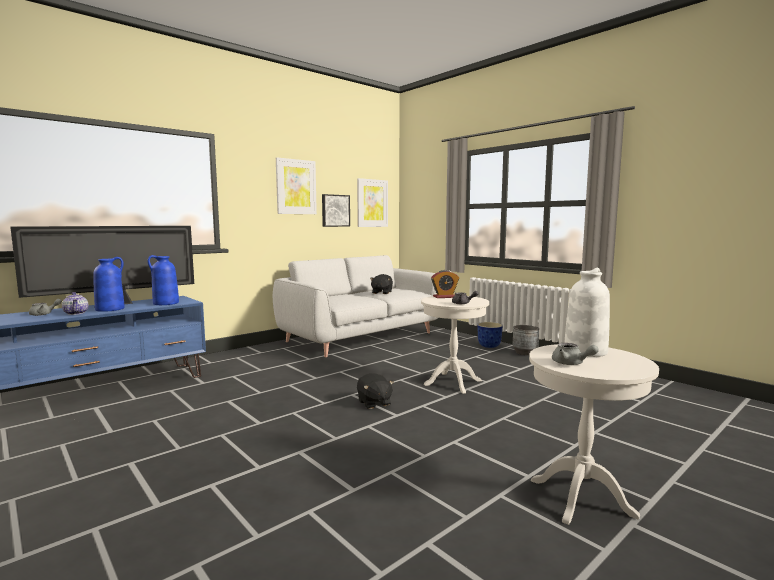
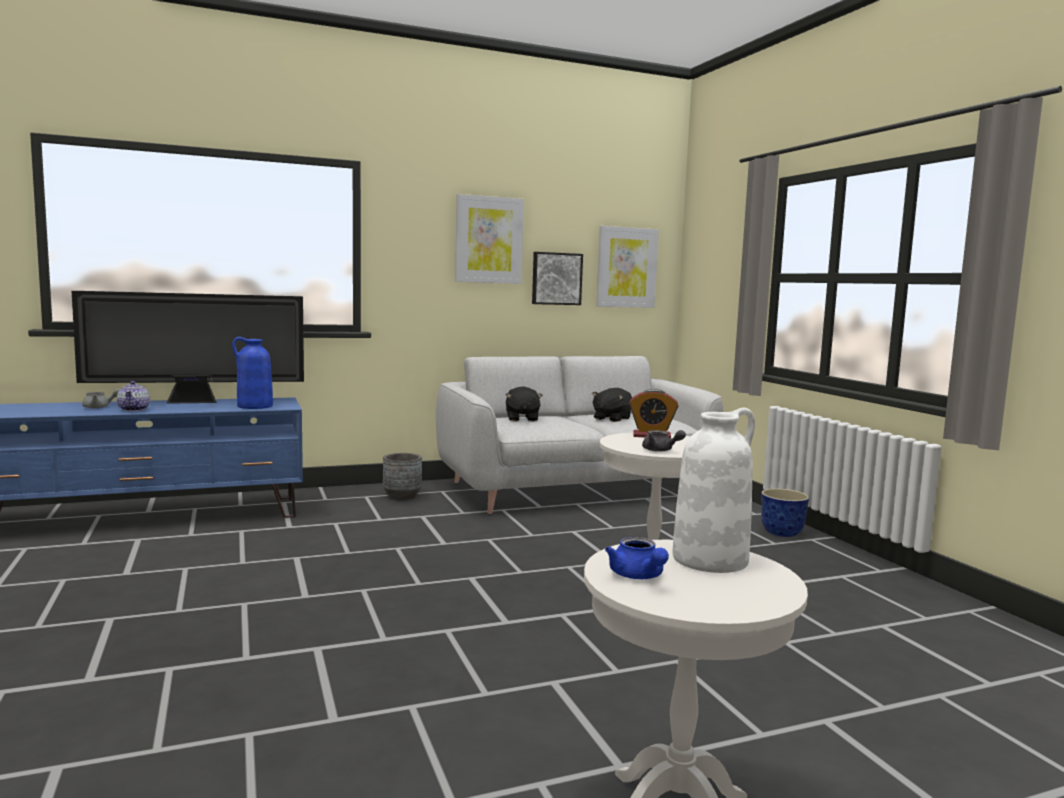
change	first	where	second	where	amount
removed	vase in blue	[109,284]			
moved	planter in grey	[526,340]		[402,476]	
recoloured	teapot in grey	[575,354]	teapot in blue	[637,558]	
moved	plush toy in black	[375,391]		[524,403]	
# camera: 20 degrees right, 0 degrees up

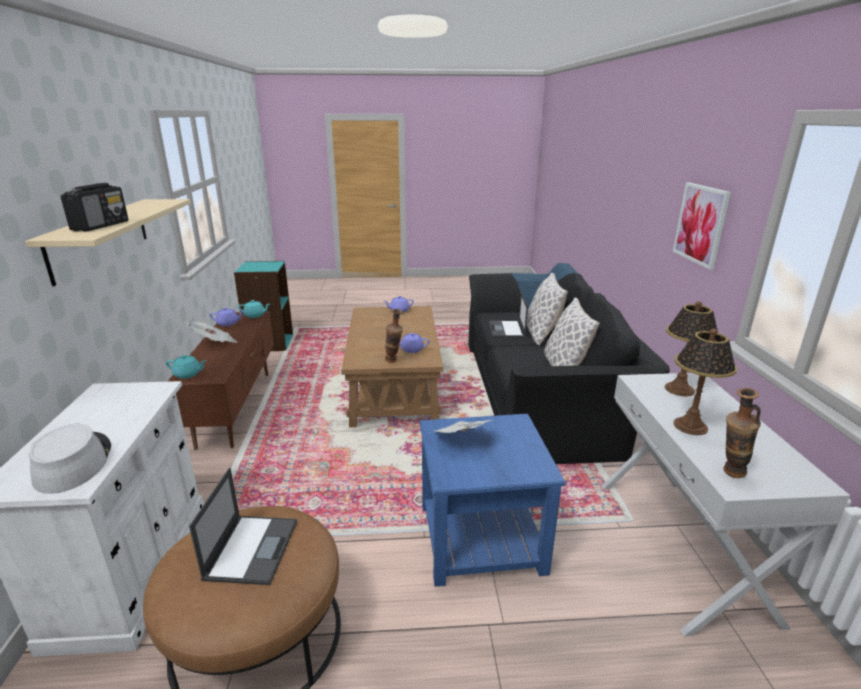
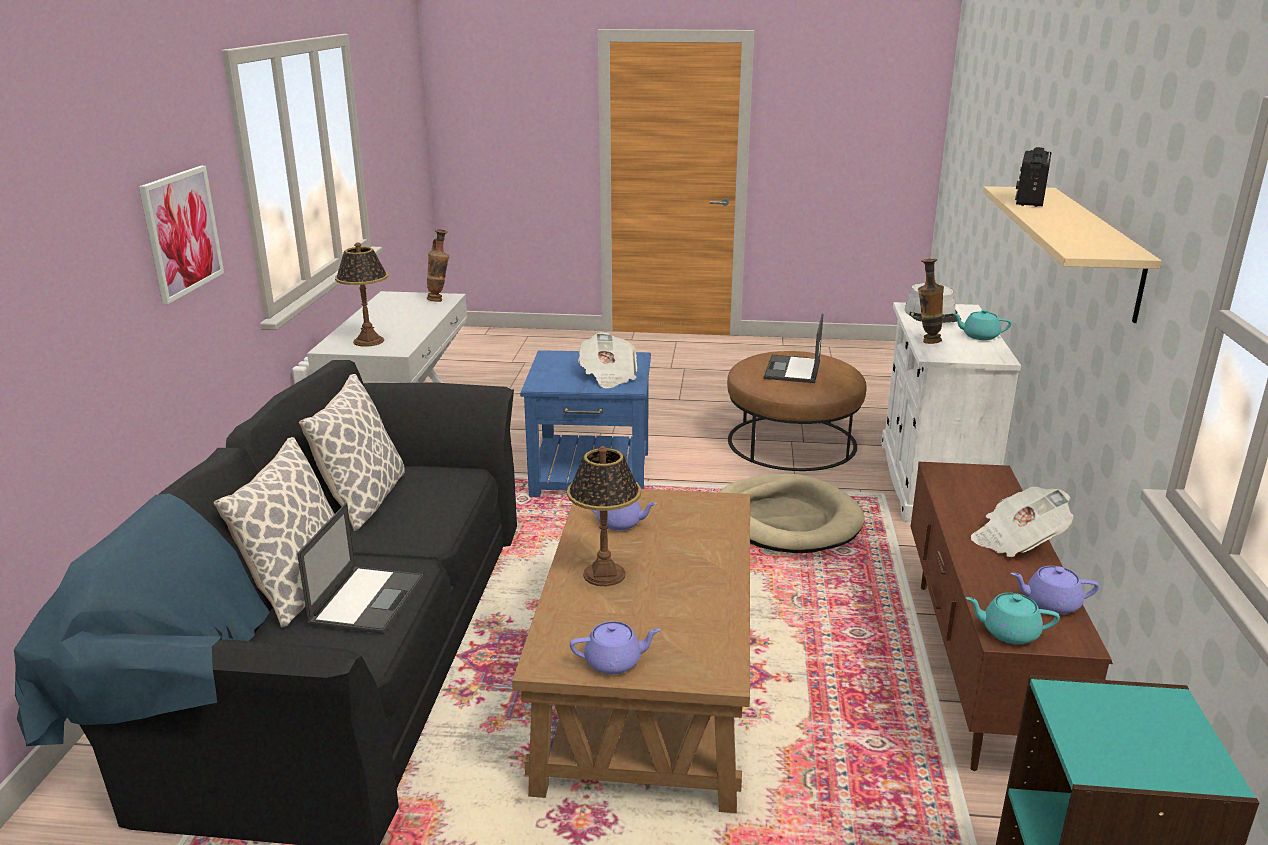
change	first	where	second	where	amount
moved	vase	[394,336]		[931,301]	
moved	table lamp	[705,382]		[604,516]	
moved	teapot in turquoise	[186,367]		[982,324]	
added			dog bed in beige	[791,513]	
# camera: 170 degrees left, 0 degrees up

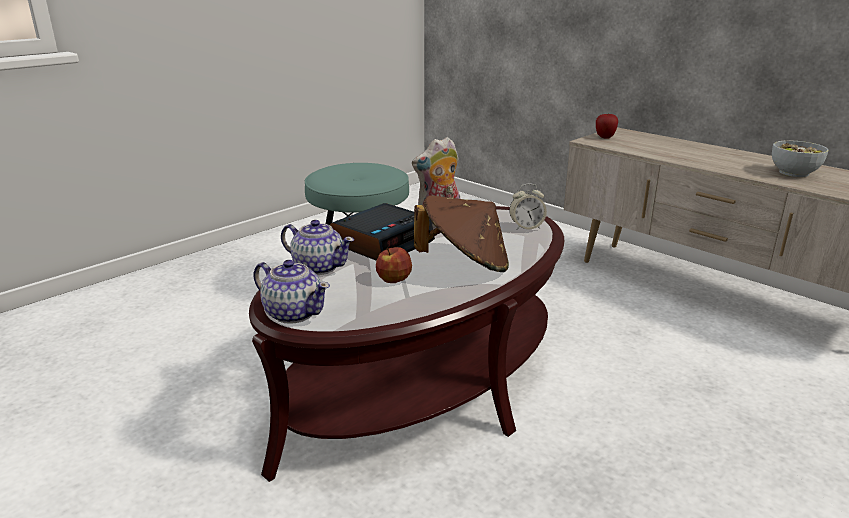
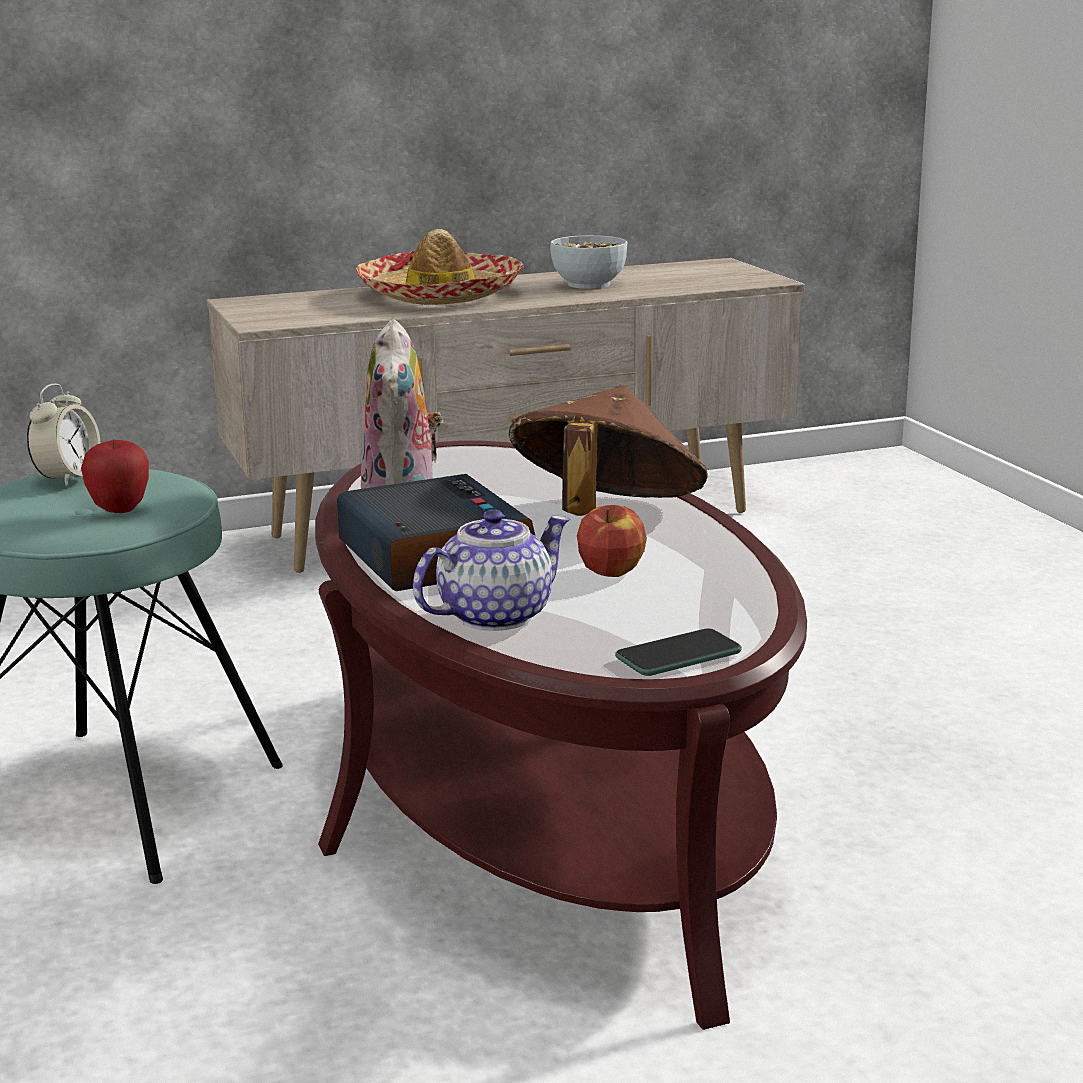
change	first	where	second	where	amount
moved	apple	[607,126]		[115,476]	
moved	alarm clock	[528,206]		[63,435]	
replaced	teapot	[291,292]	phone	[678,652]	
added			hat	[440,267]	
# camera: 65 degrees left, 5 degrees down

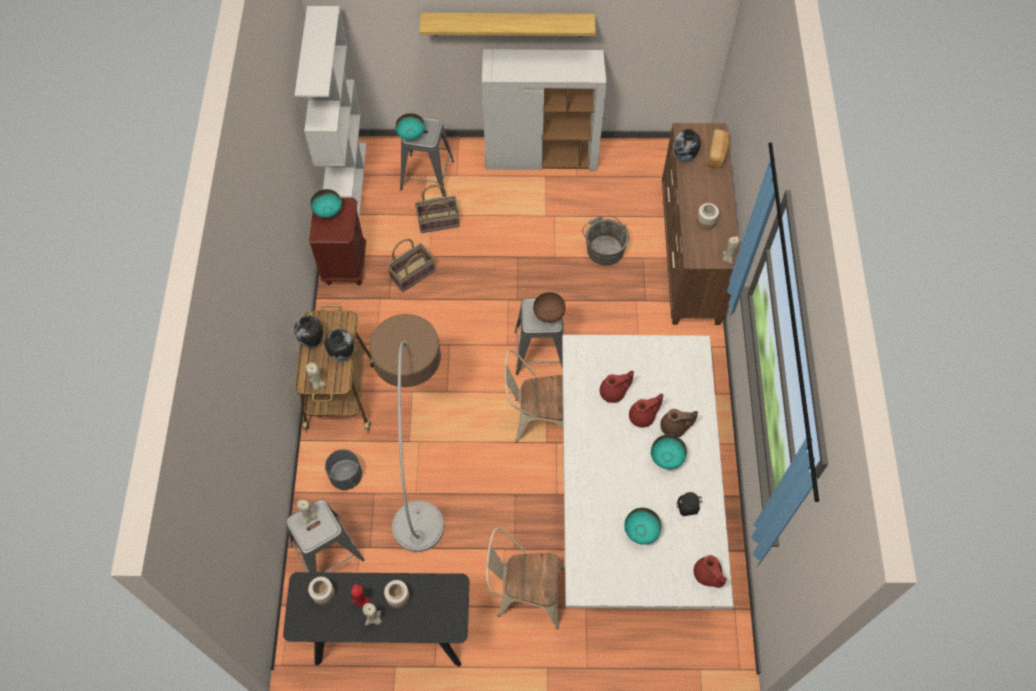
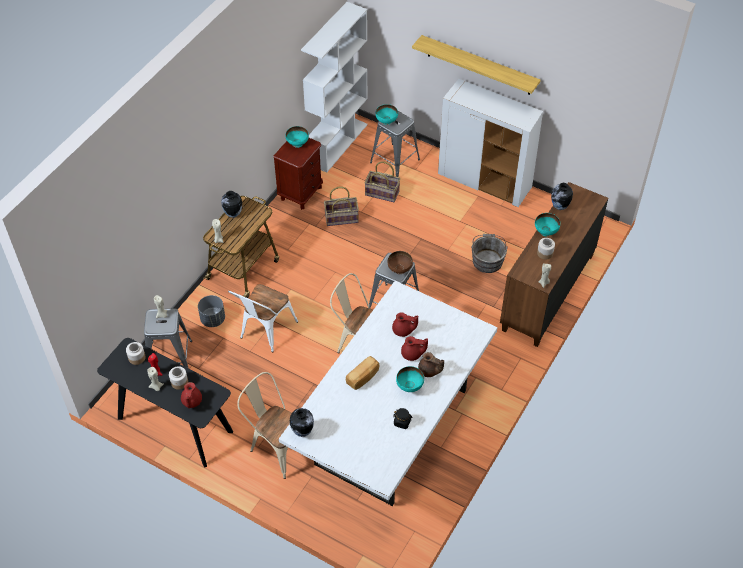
change	first	where	second	where	amount
moved	bread	[718,149]		[363,373]	
replaced	floor lamp	[406,433]	chair in white	[263,318]	
moved	vase	[339,345]		[302,422]	
moved	bowl in turquoise	[643,526]		[547,224]	
moved	teapot in red	[710,571]		[191,395]	
# camera: 30 degrees right, 10 degrees down

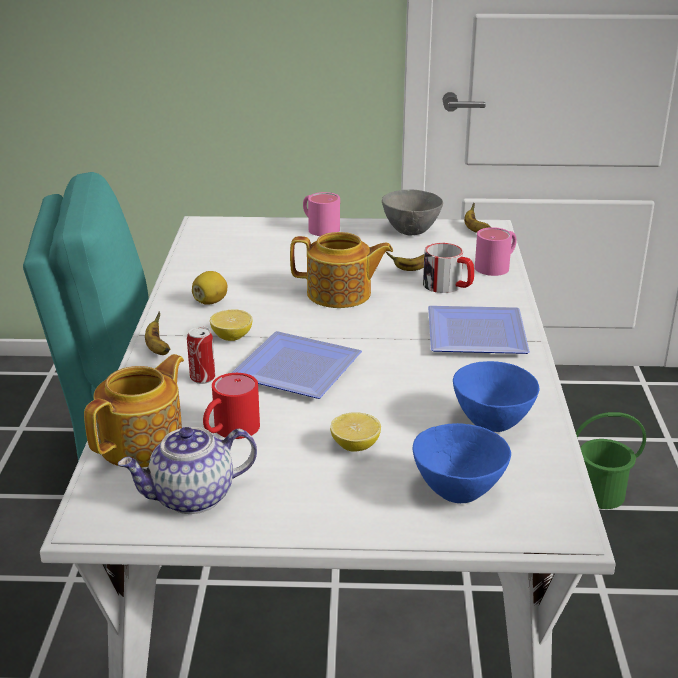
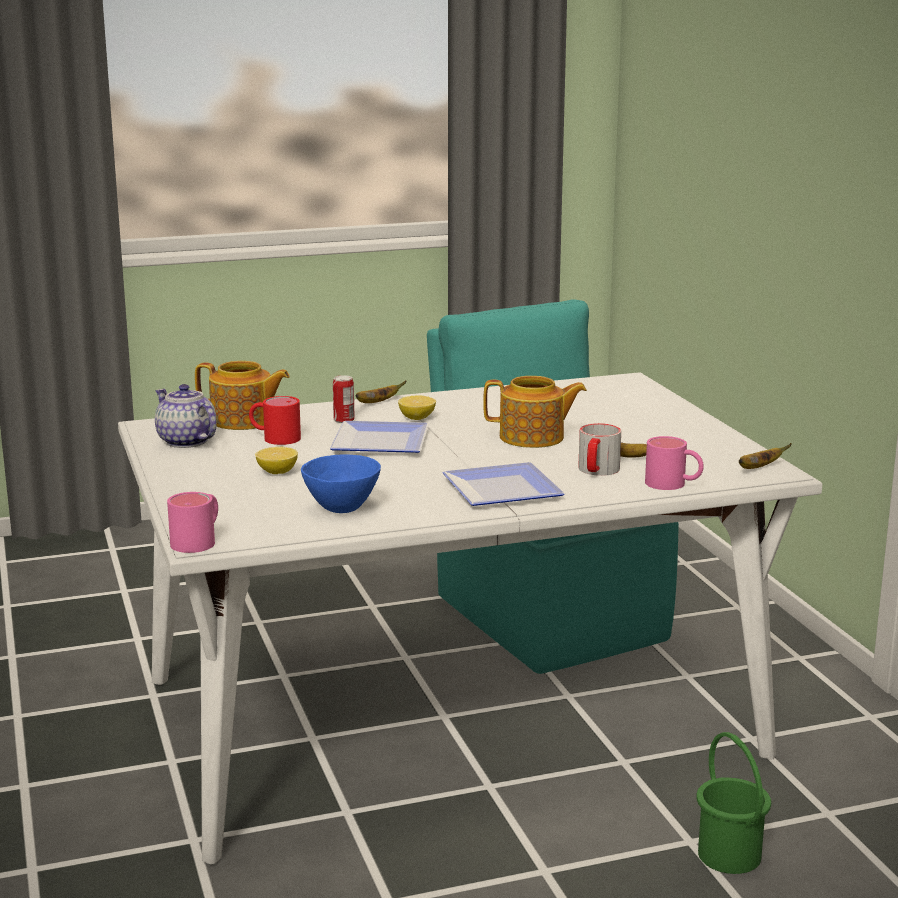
change	first	where	second	where	amount
removed	bowl in grey	[412,212]			
moved	mug in pink	[321,214]		[192,522]	
turned	teapot	[341,270]		[535,412]	75 degrees counterclockwise
removed	lemon	[209,288]			
removed	bowl in blue	[462,463]			
# camera: 70 degrees right, 10 degrees down

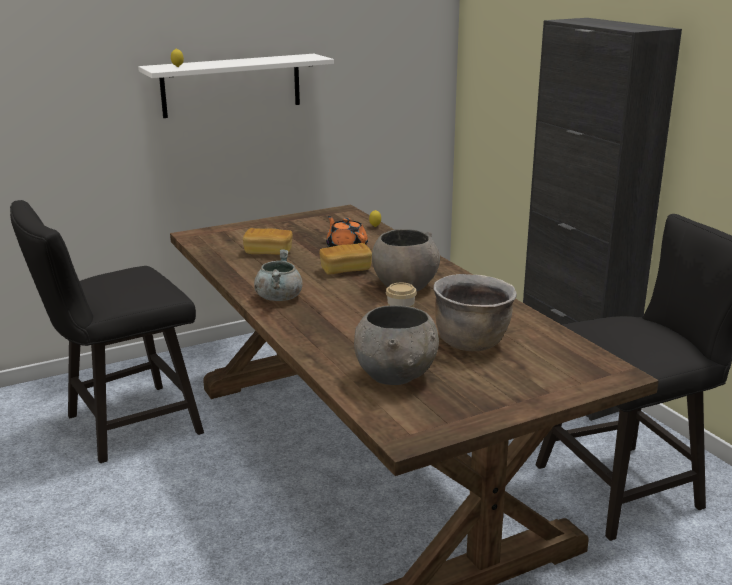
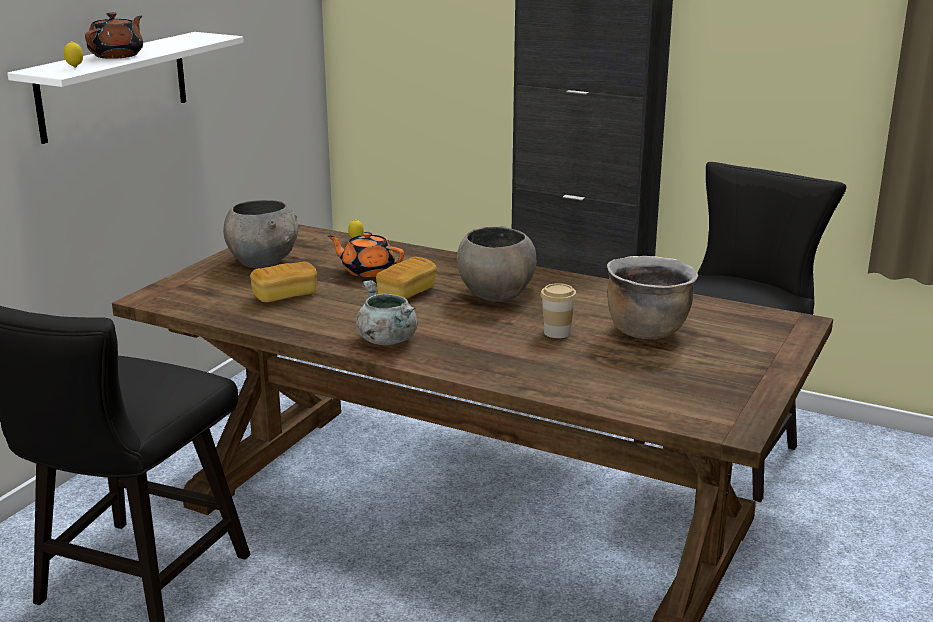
change	first	where	second	where	amount
moved	bowl in grey	[396,345]		[260,234]	
added			teapot in brown	[114,35]	
# camera: 35 degrees left, 0 degrees up

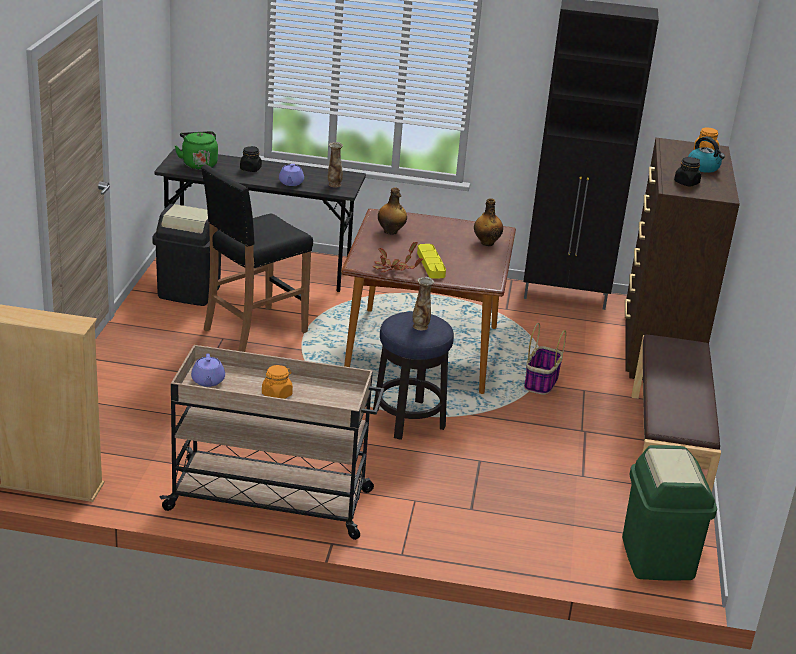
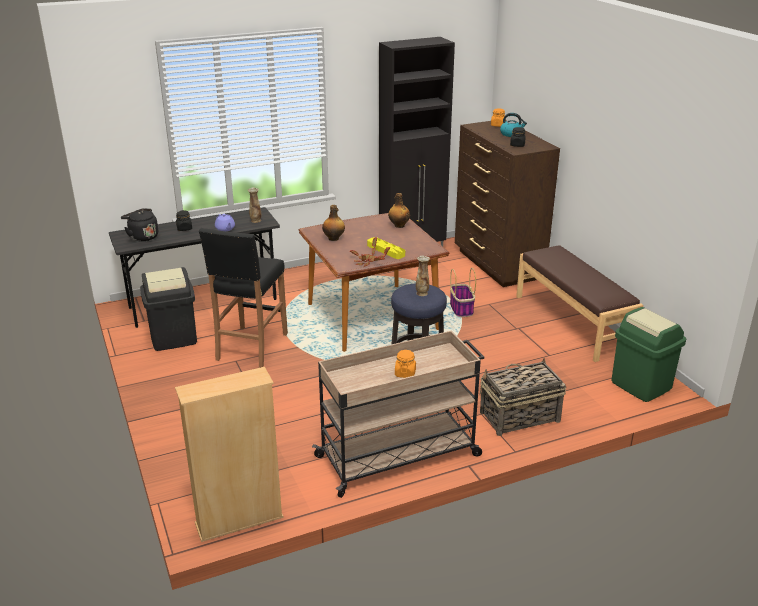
change	first	where	second	where	amount
recoloured	kettle in green	[196,150]	kettle in black	[139,225]	
removed	teapot in purple	[208,370]			
added			basket	[523,397]	
# camera: 30 degrees left, 0 degrees up

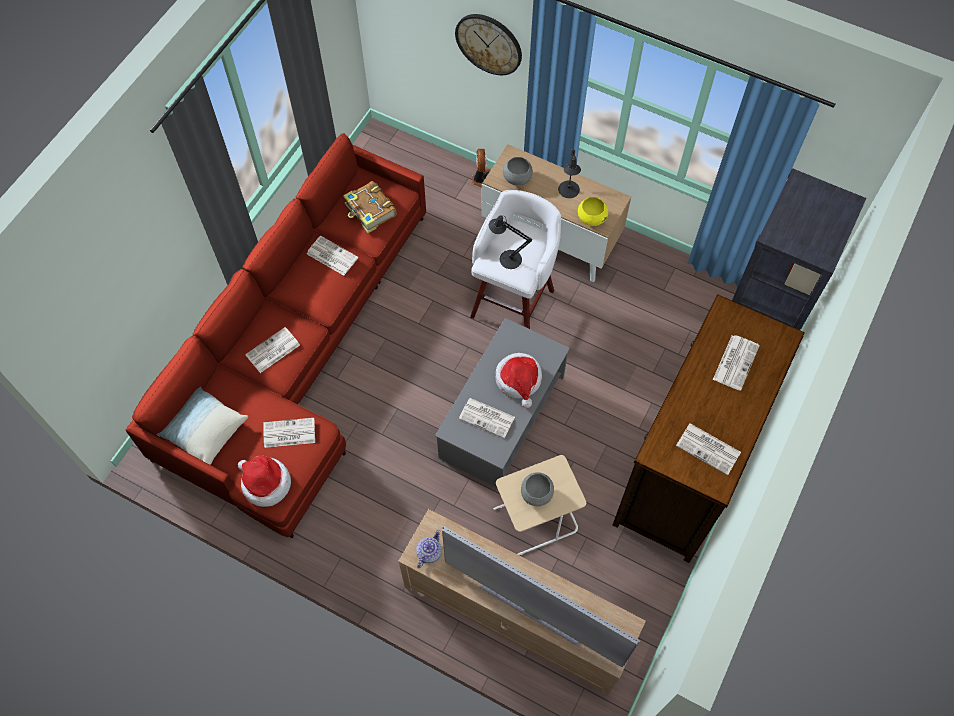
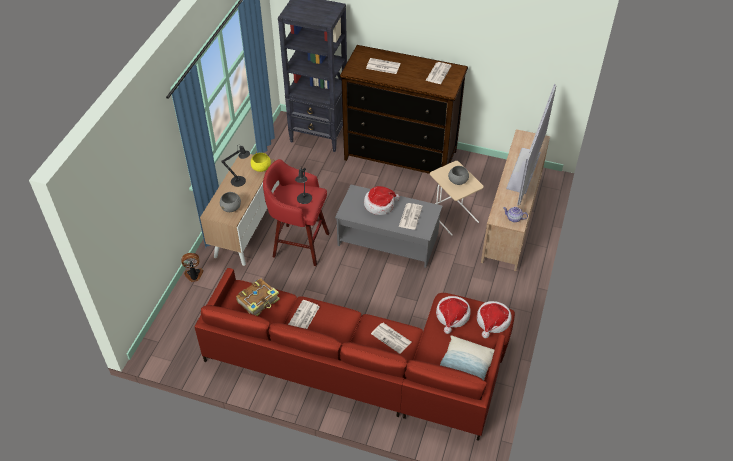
change	first	where	second	where	amount
removed	wall clock	[488,44]			
recoloured	stool in white	[515,259]	stool in red	[296,212]	
replaced	newspaper	[289,433]	hat	[453,315]	
# camera: 100 degrees left, 15 degrees down

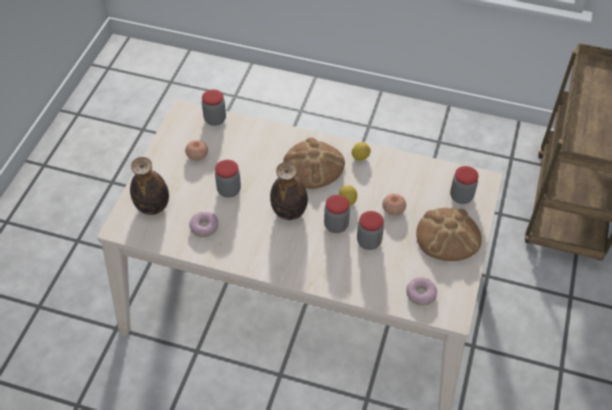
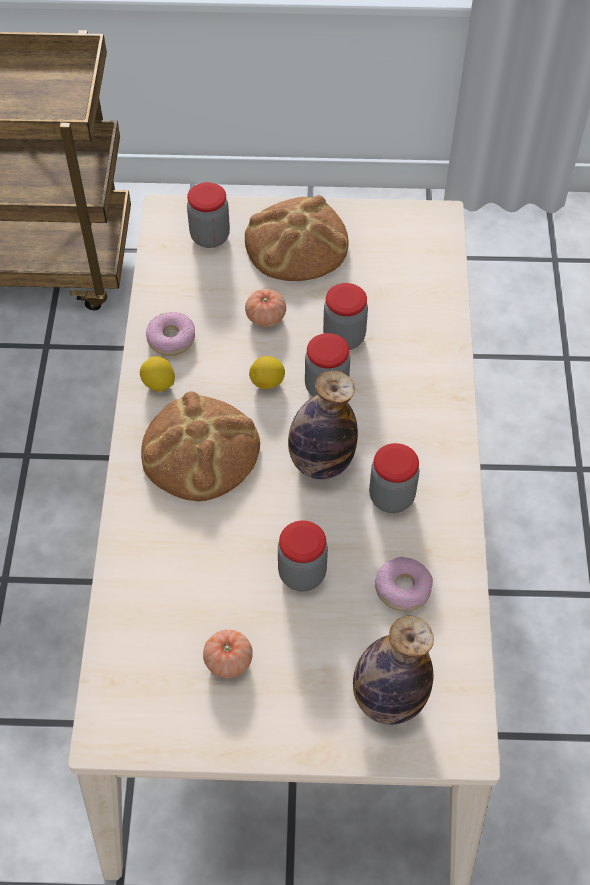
change	first	where	second	where	amount
moved	jar	[214,107]		[394,478]	
moved	donut	[421,291]		[170,334]	
# camera: 105 degrees left, 5 degrees up

